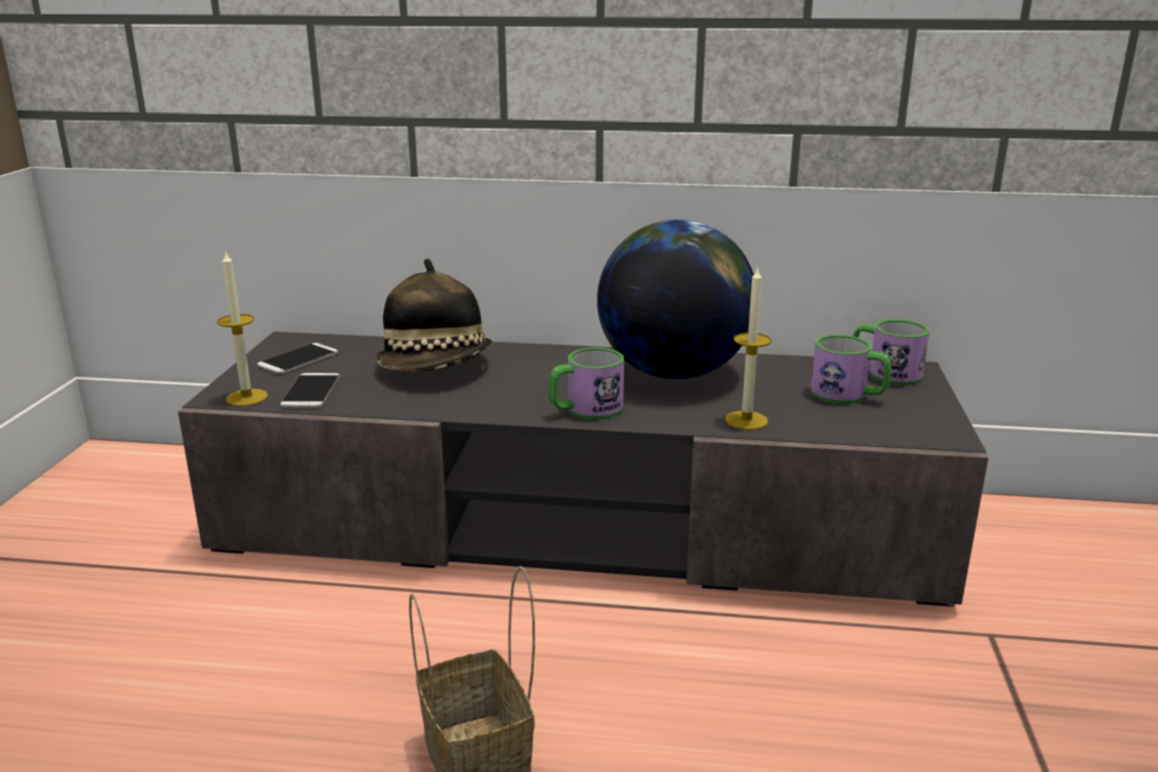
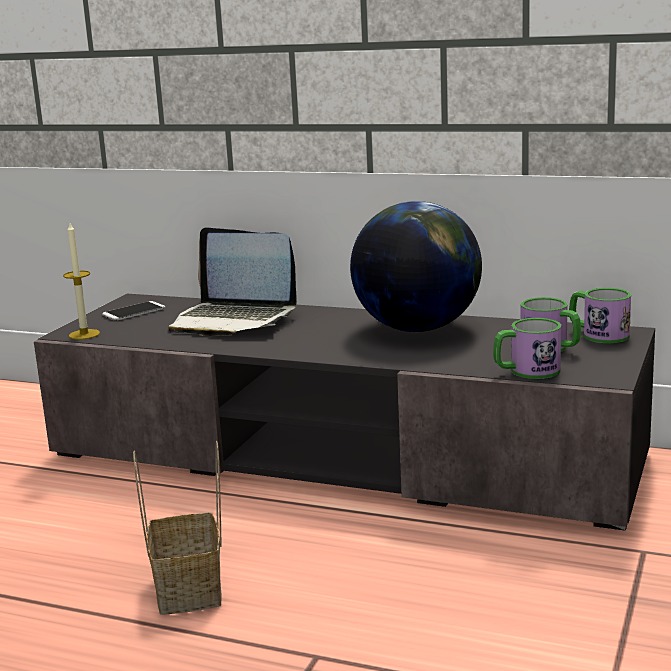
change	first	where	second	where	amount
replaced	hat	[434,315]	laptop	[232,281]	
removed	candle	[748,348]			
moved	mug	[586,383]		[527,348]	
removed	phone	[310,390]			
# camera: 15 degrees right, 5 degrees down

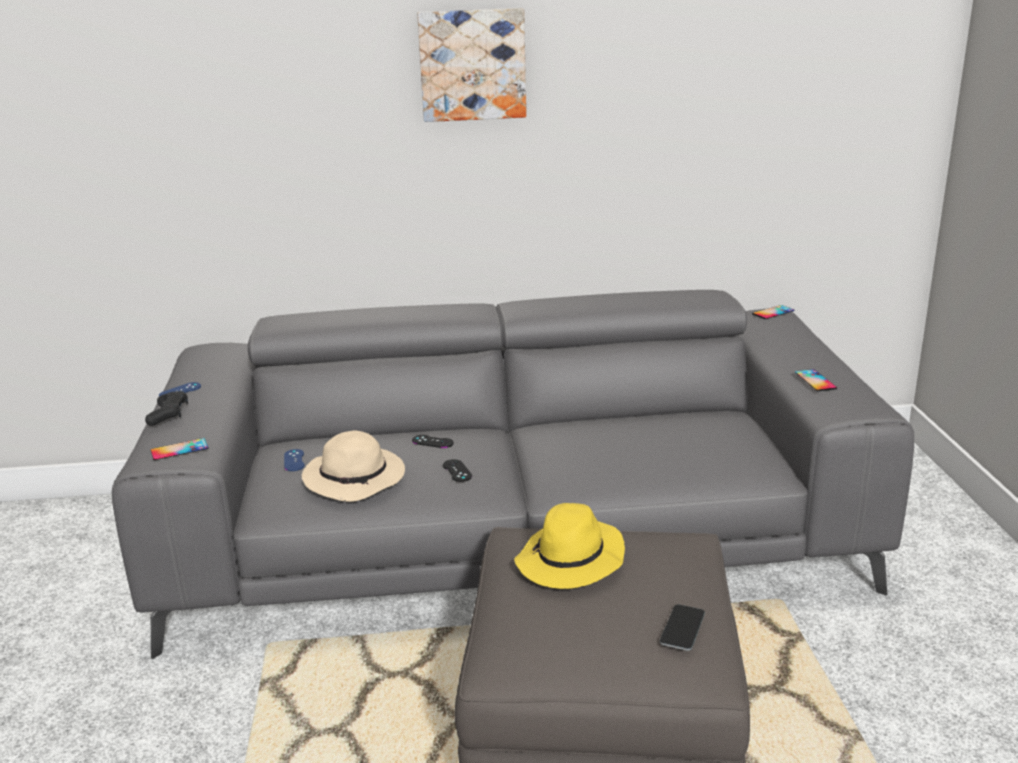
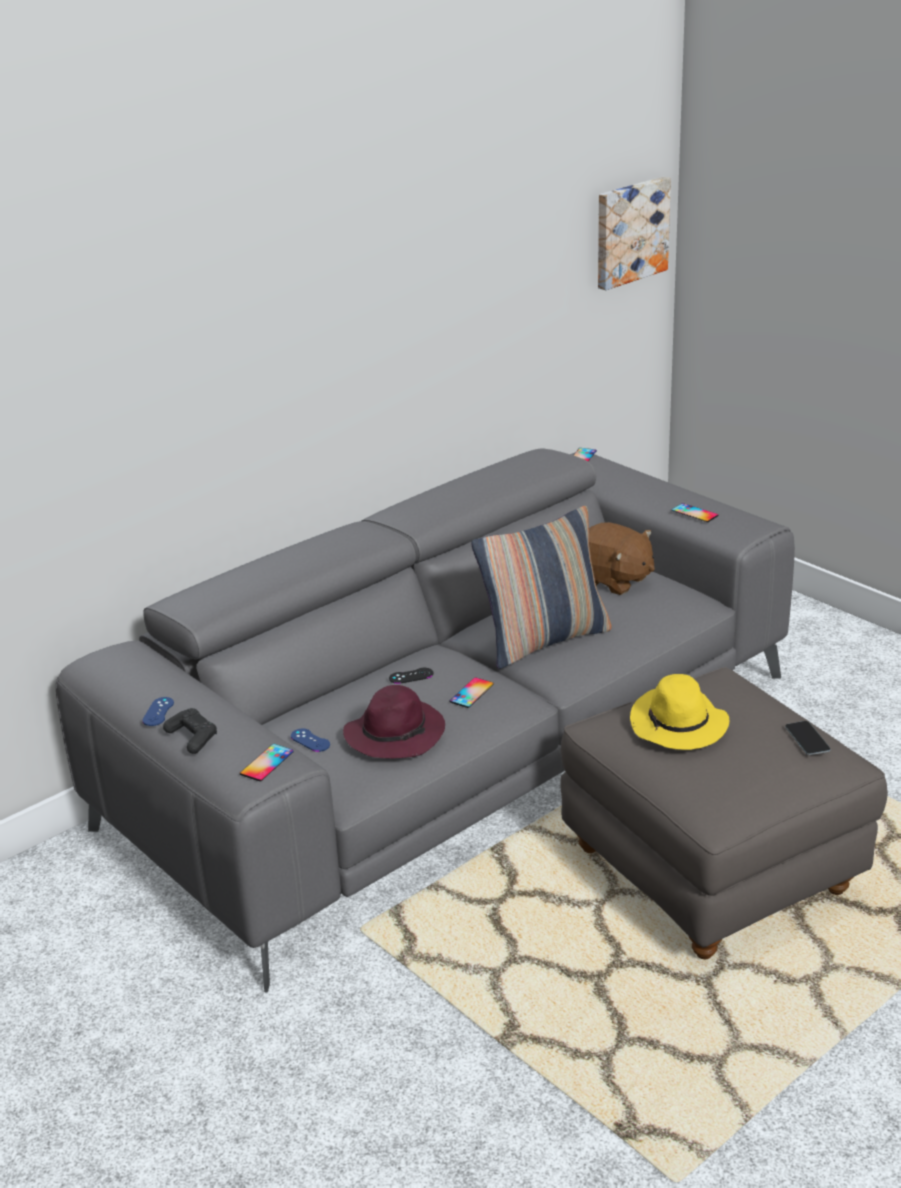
change	first	where	second	where	amount
moved	picture	[471,65]		[634,233]	
recoloured	hat in beige	[353,466]	hat in purple	[394,721]	
replaced	game controller in black	[457,470]	phone	[472,692]	
added			pillow	[542,587]	
added			plush toy in brown	[622,558]	
# camera: 35 degrees left, 5 degrees up

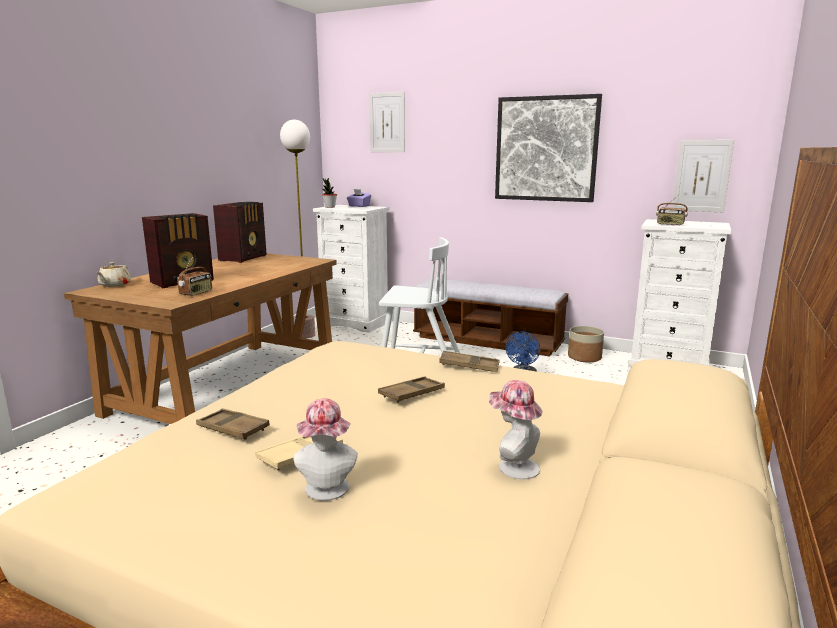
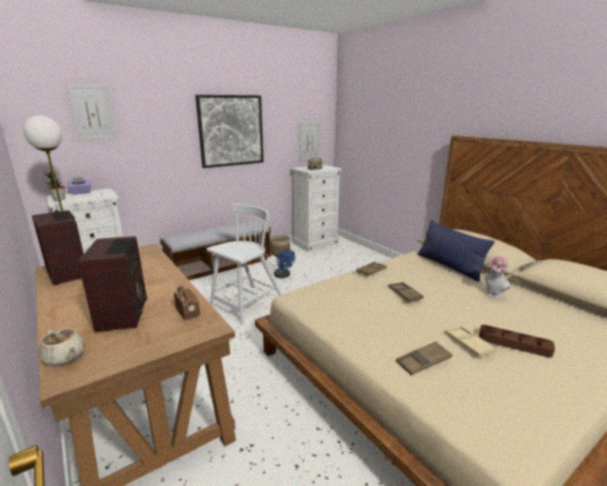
change	first	where	second	where	amount
replaced	hat	[325,449]	tray in brown	[517,341]	
added			pillow in blue	[456,251]	
# camera: 60 degrees left, 5 degrees up

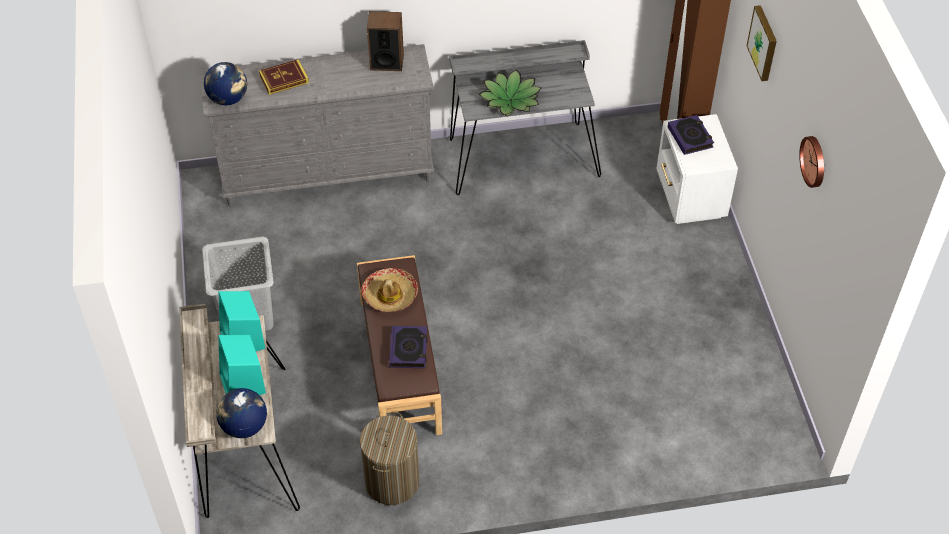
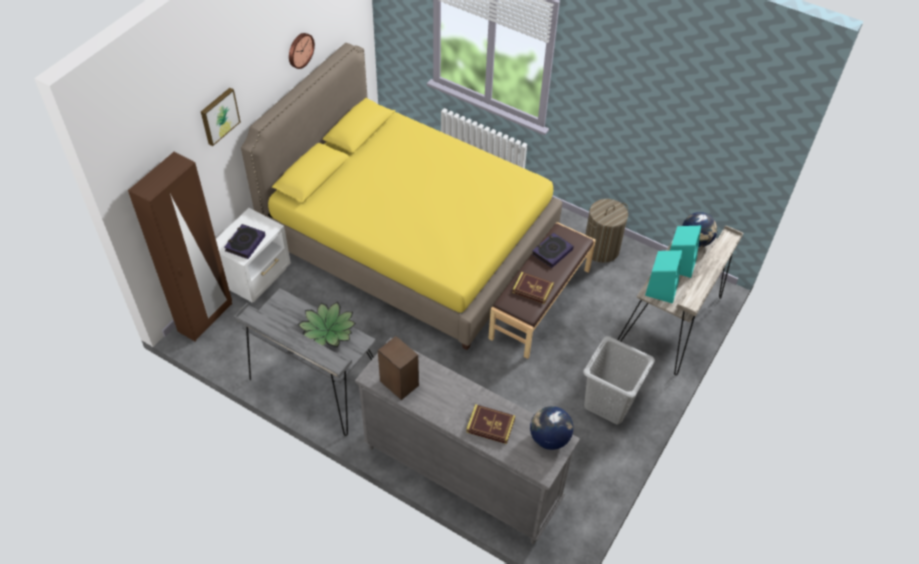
change	first	where	second	where	amount
replaced	hat	[389,290]	book	[533,288]	
added			bed in yellow	[401,196]	
# camera: 140 degrees left, 0 degrees up

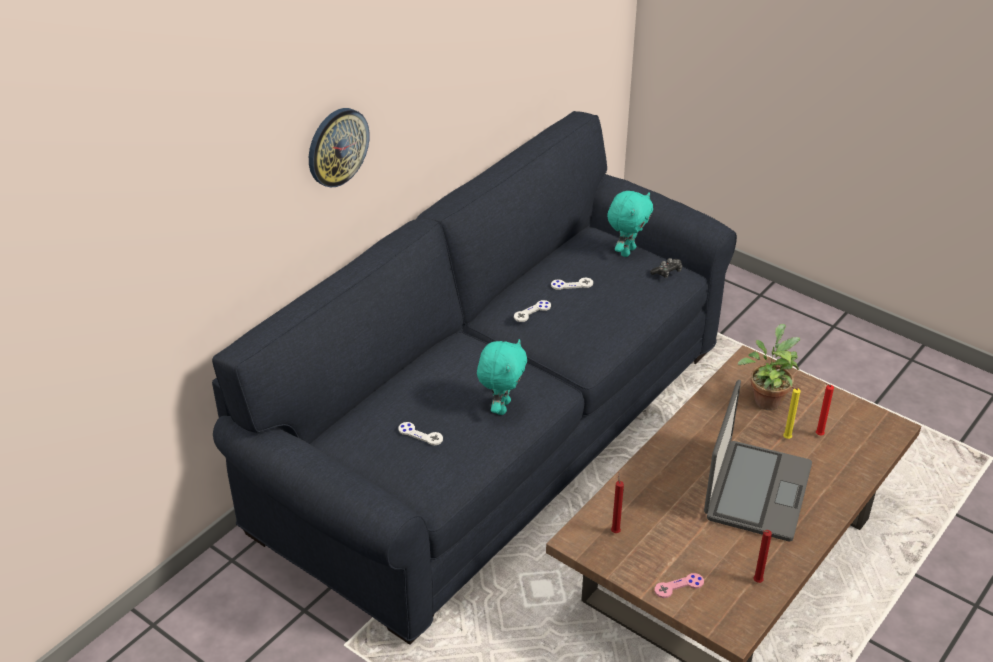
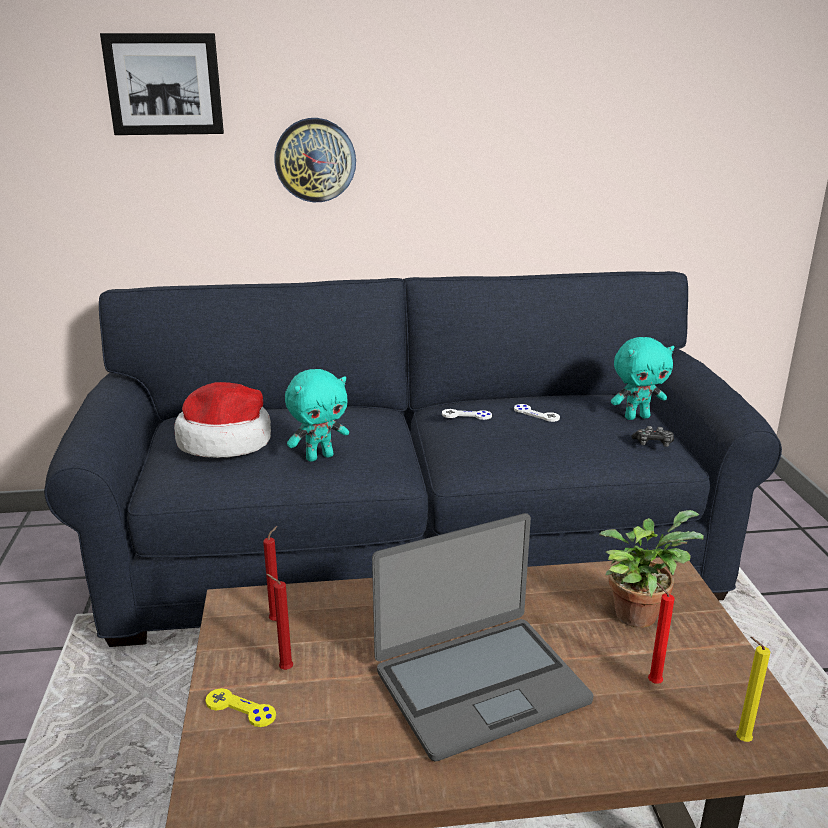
change	first	where	second	where	amount
moved	candle in yellow	[792,413]		[753,689]	
replaced	game controller in white	[420,433]	hat	[222,420]	
moved	candle in red	[762,556]		[279,622]	
recoloured	game controller in pink	[679,585]	game controller in yellow	[240,707]	
added			picture	[162,84]	
# camera: 45 degrees right, 15 degrees down

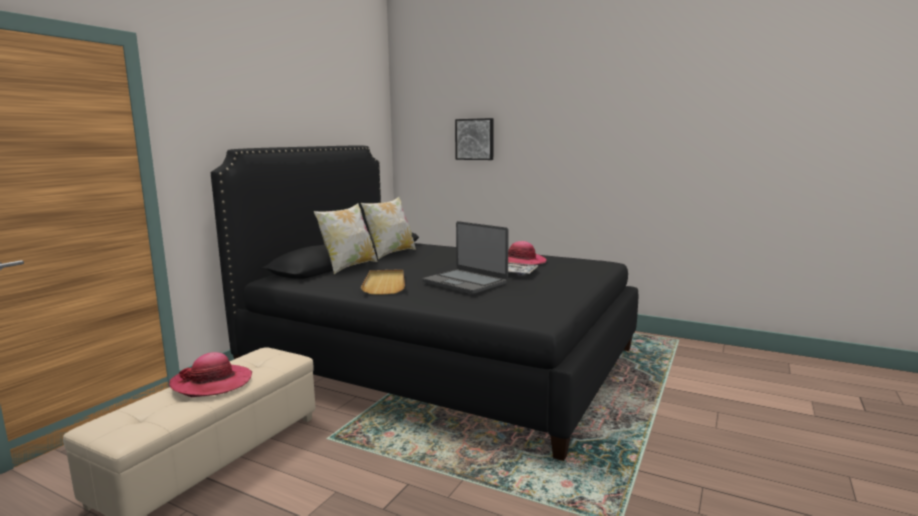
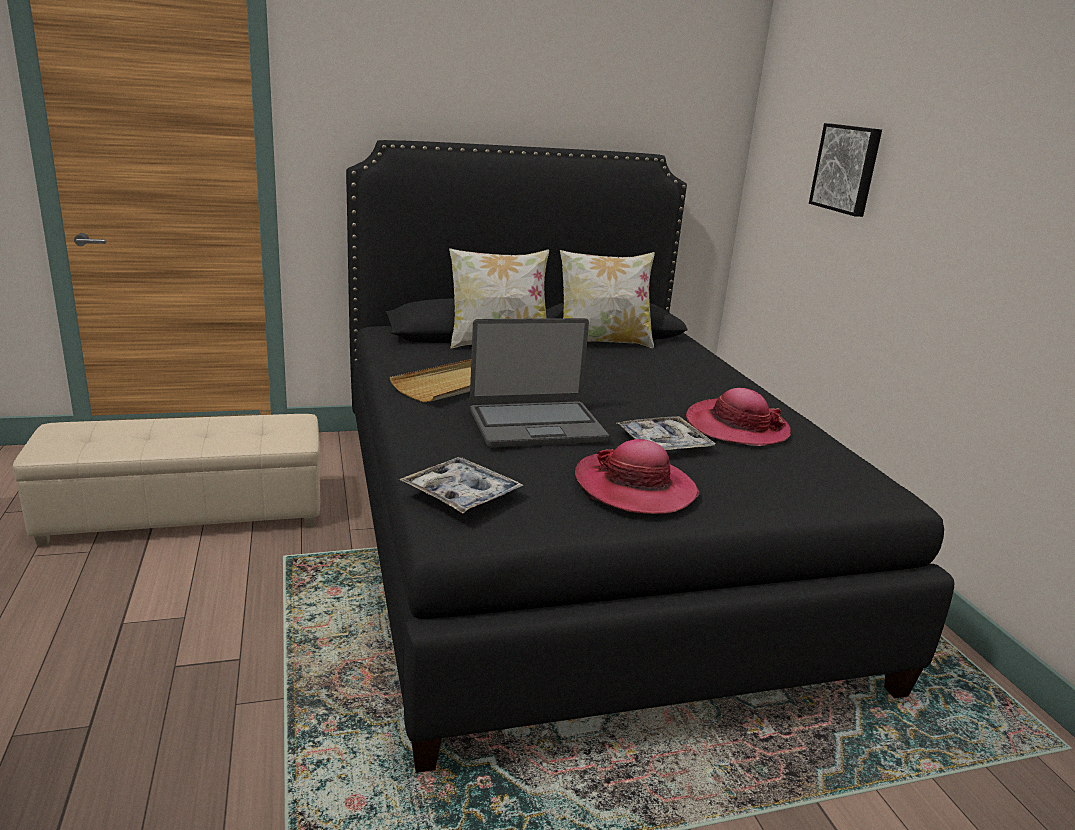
change	first	where	second	where	amount
turned	laptop	[466,257]		[539,382]	105 degrees counterclockwise
moved	hat	[210,374]		[637,476]	
added			tray	[461,485]	
# camera: 45 degrees right, 10 degrees up

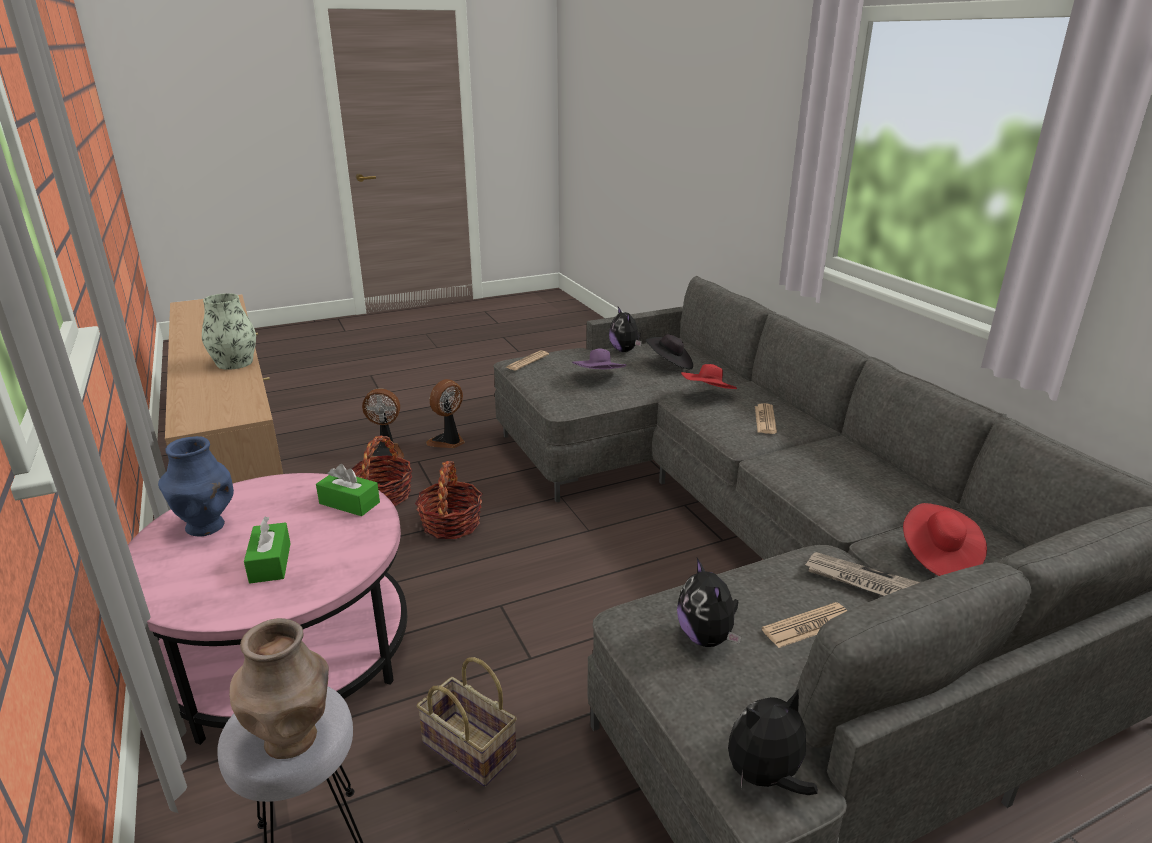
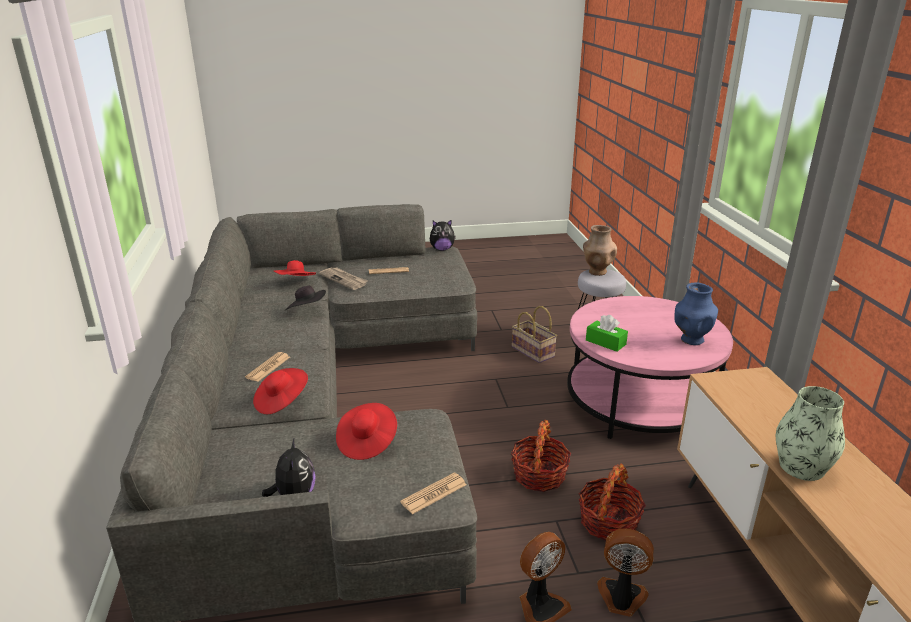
change	first	where	second	where	amount
moved	hat in black	[669,351]		[305,298]	
recoloured	hat in purple	[599,358]	hat in red	[366,431]	
removed	tissue box in green	[267,549]			
removed	plush toy	[709,602]			
# camera: 165 degrees left, 0 degrees up

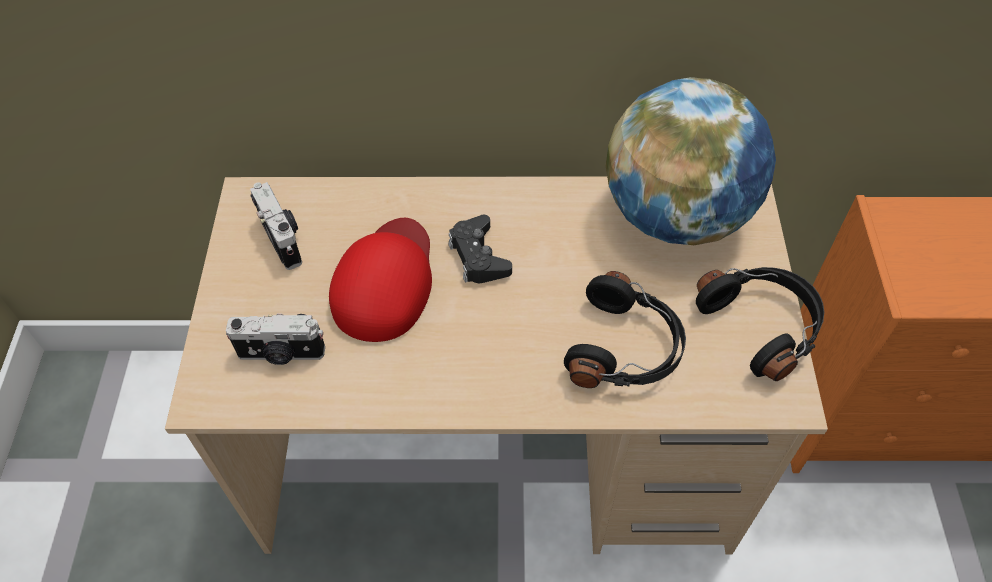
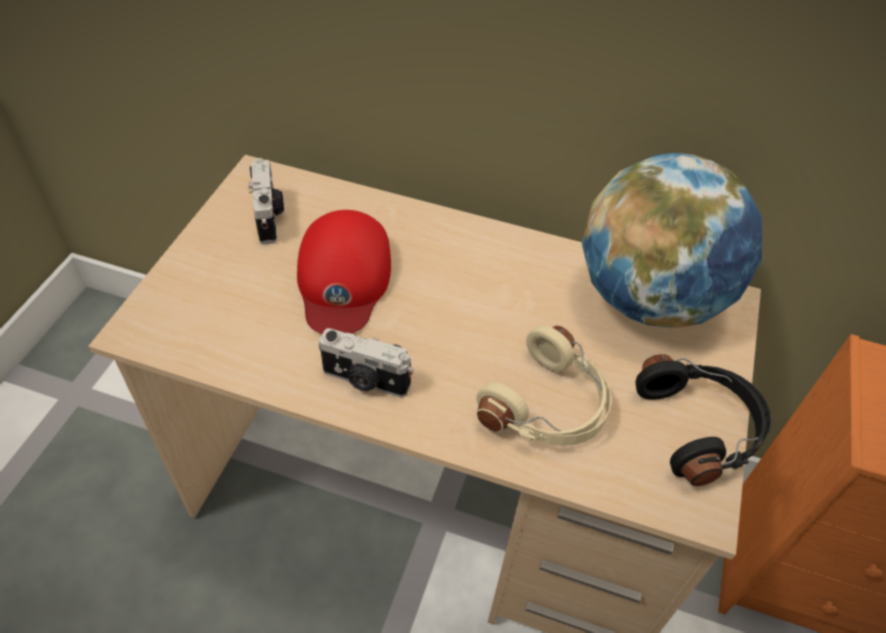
change	first	where	second	where	amount
removed	game controller in black	[480,249]			
turned	cap in red	[380,280]		[344,272]	150 degrees clockwise
recoloured	headphones in black	[625,329]	headphones in beige	[544,385]	
moved	photo camera	[275,339]		[366,363]	
# camera: 15 degrees right, 5 degrees down

